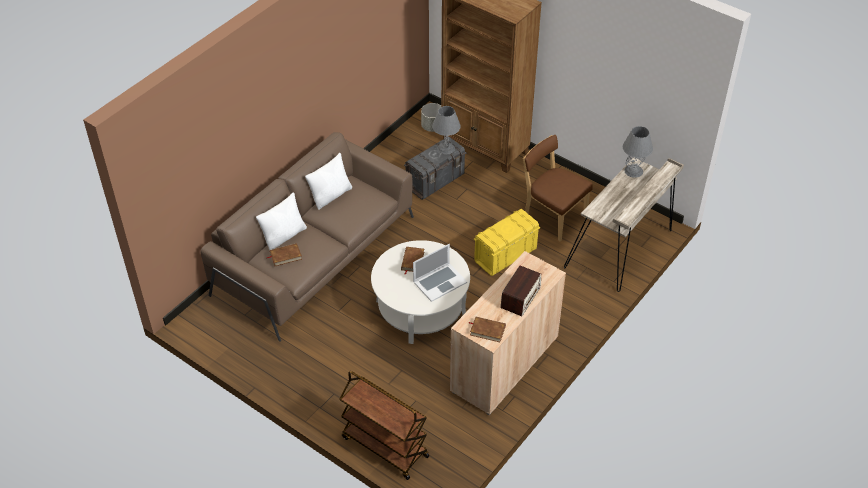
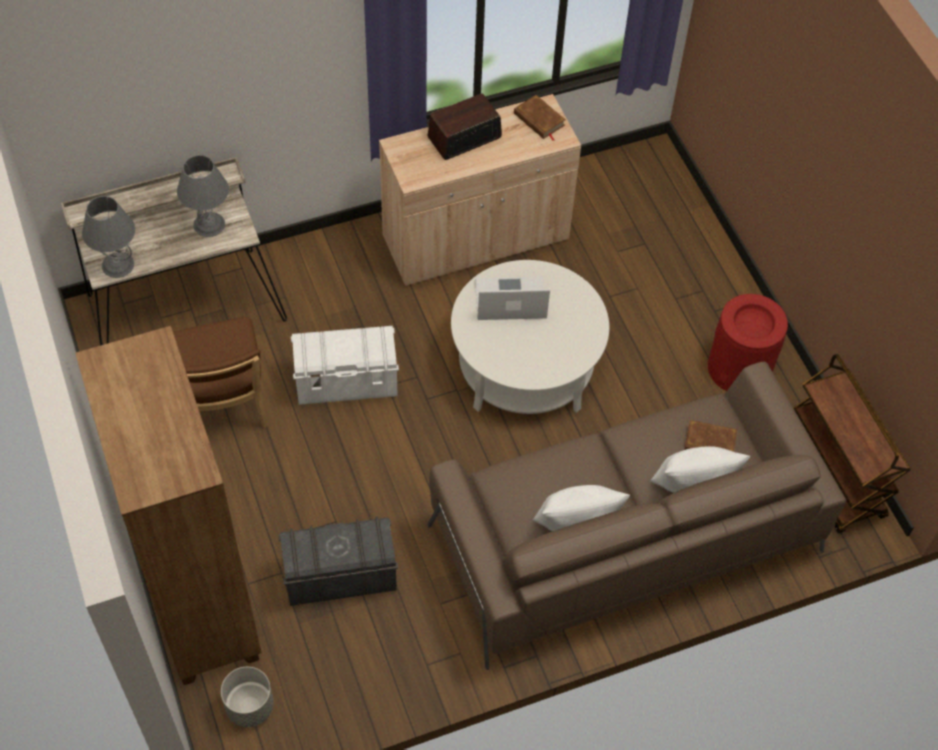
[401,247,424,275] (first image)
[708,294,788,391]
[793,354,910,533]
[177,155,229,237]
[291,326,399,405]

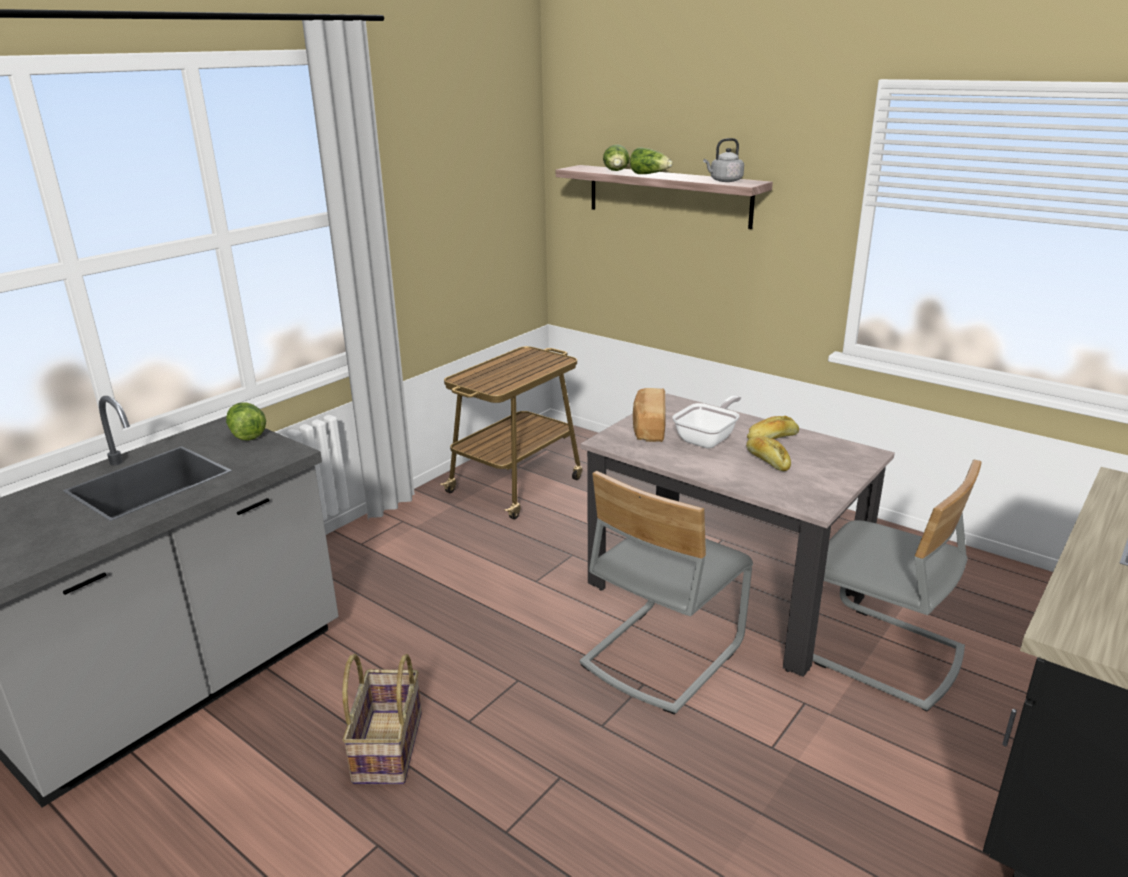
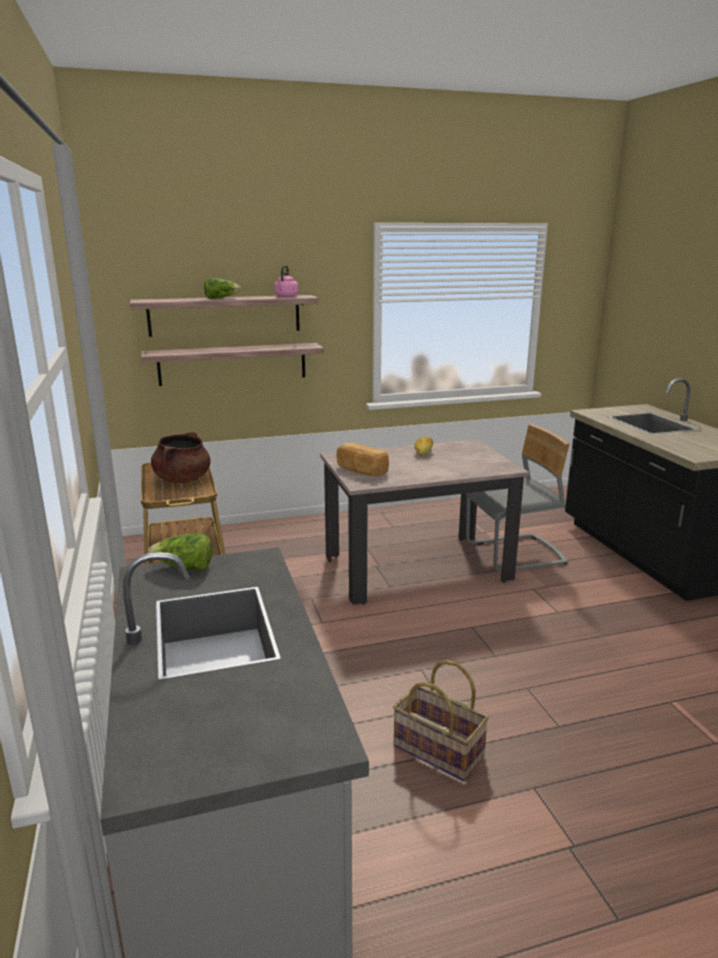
[580,471,753,715] (first image)
[603,145,630,171] (first image)
[673,395,741,448] (first image)
[746,436,791,471] (first image)
[141,343,324,386]
[151,432,211,483]
[274,265,299,297]

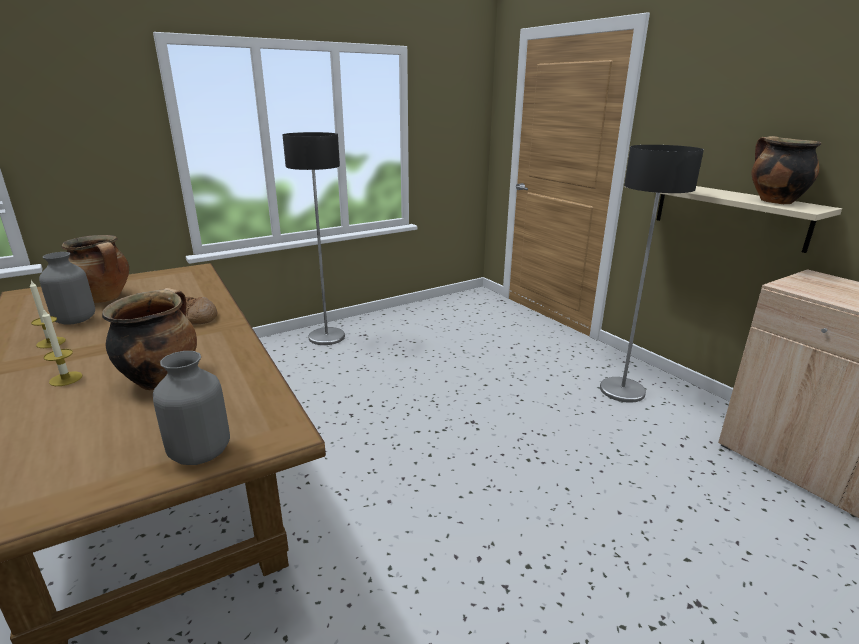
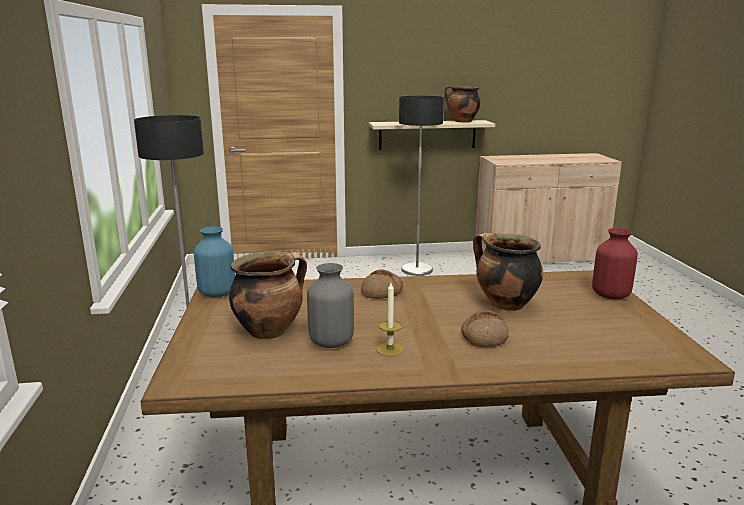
[194,227,235,297]
[461,310,509,347]
[592,228,638,299]

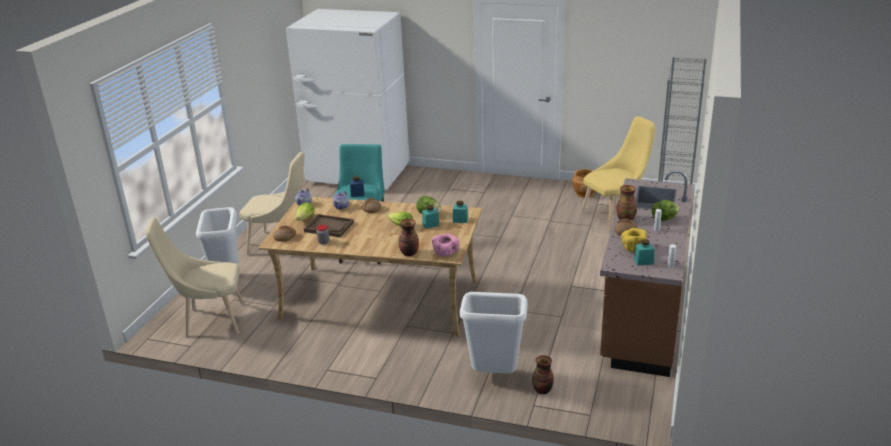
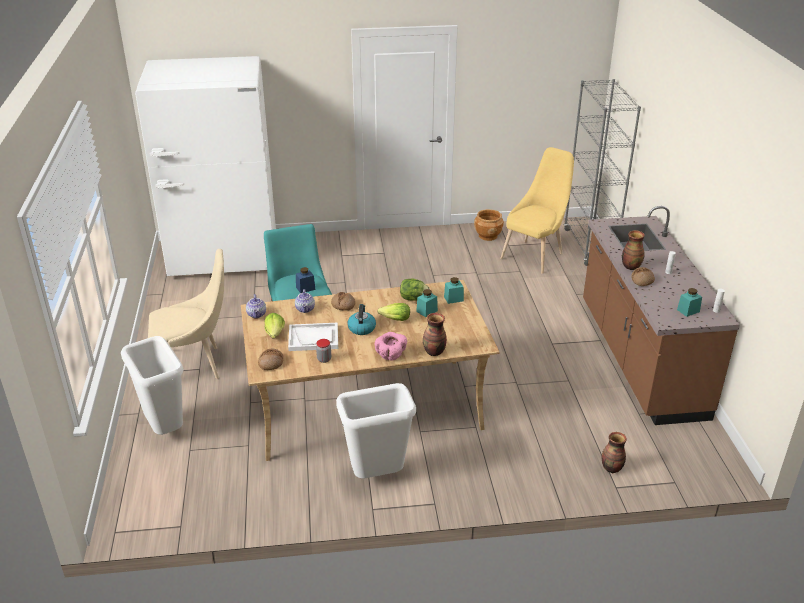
[146,218,244,337] (first image)
[621,228,647,252] (first image)
[652,200,680,221] (first image)
[348,304,376,335]
[374,332,407,360]
[336,383,416,479]
[288,322,338,351]

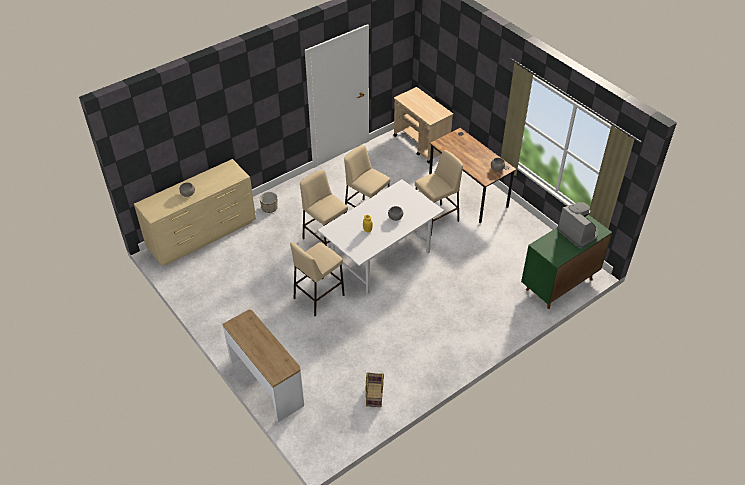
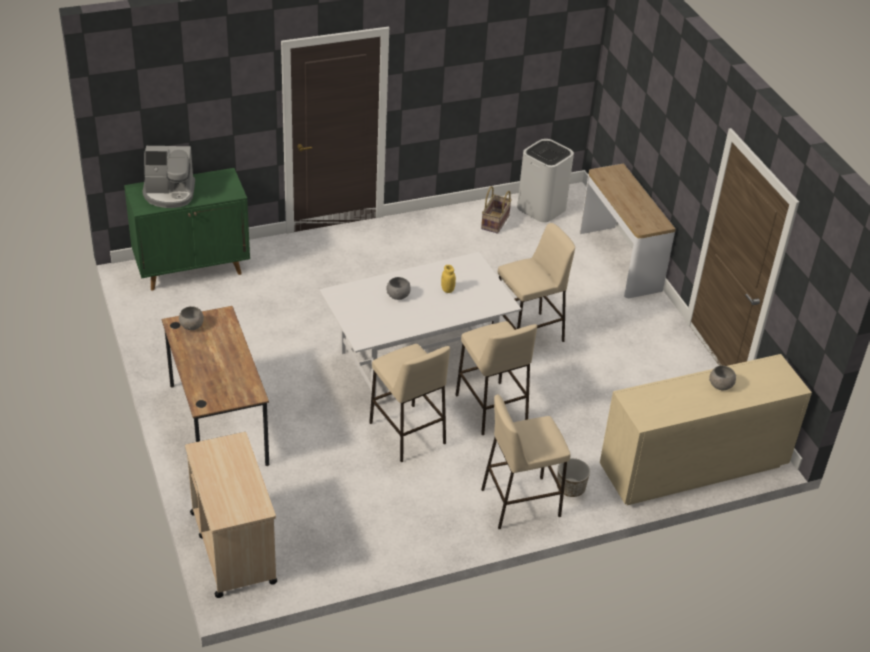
[517,139,574,222]
[481,394,571,529]
[142,146,195,208]

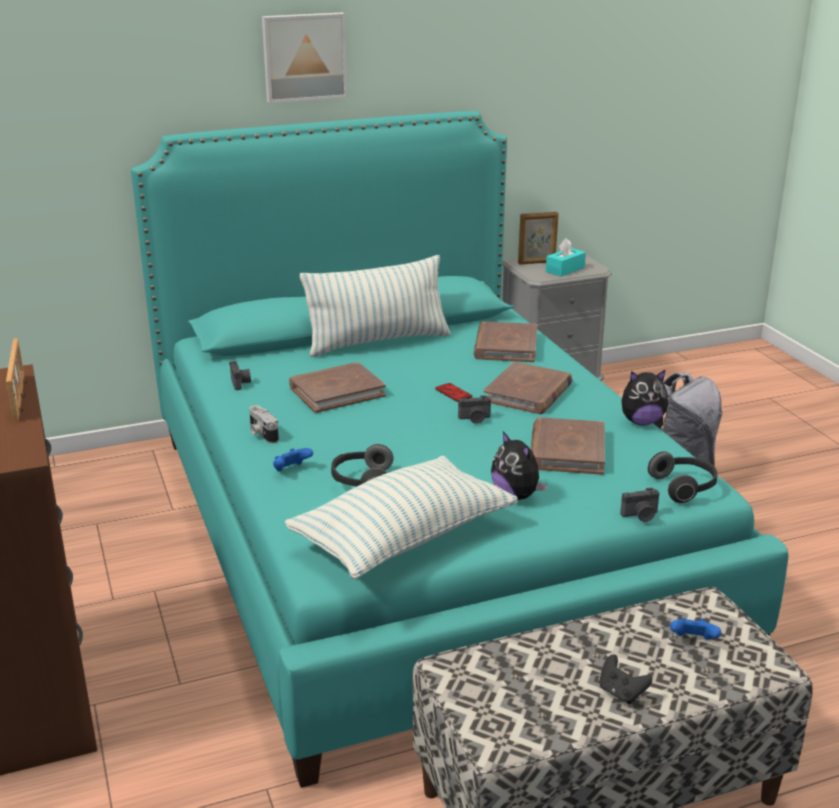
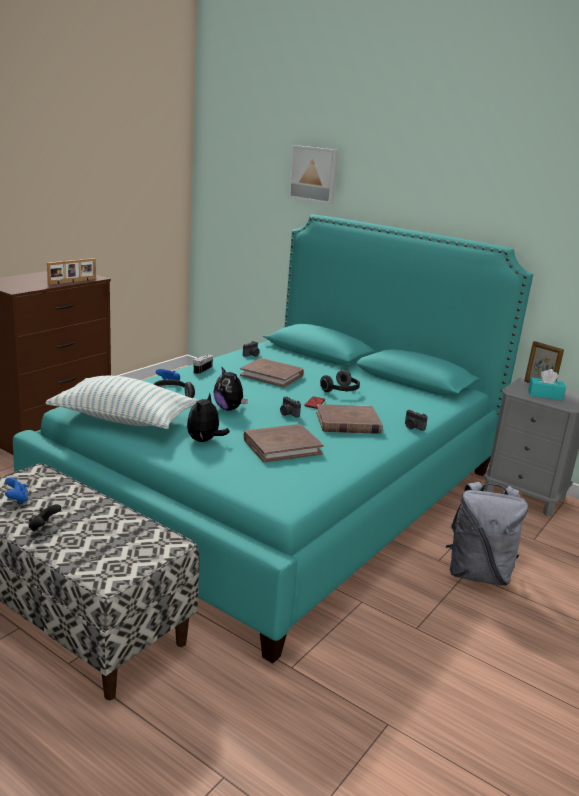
[300,255,450,357] (first image)
[474,321,537,362] (first image)
[288,145,339,204]
[405,410,428,431]
[214,367,248,411]
[320,370,360,392]
[5,478,28,504]

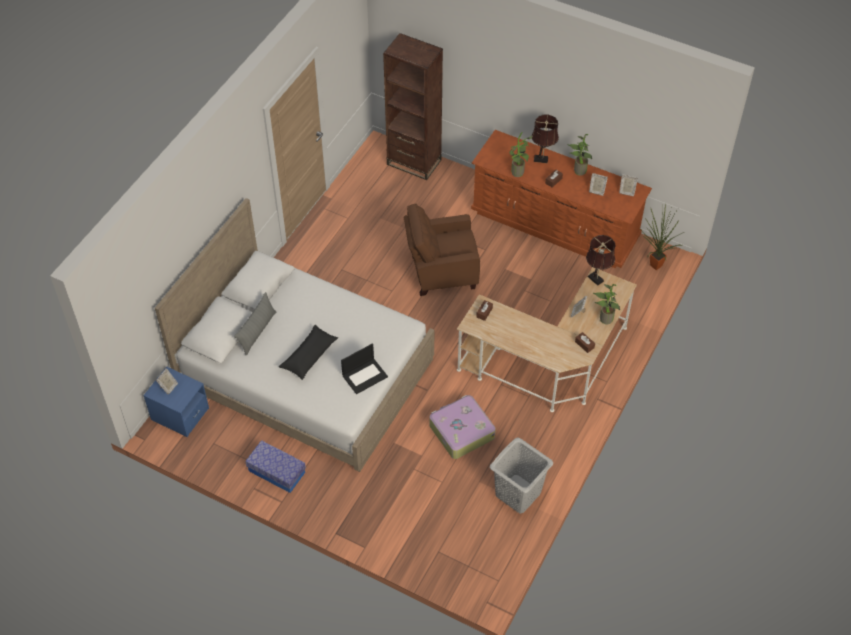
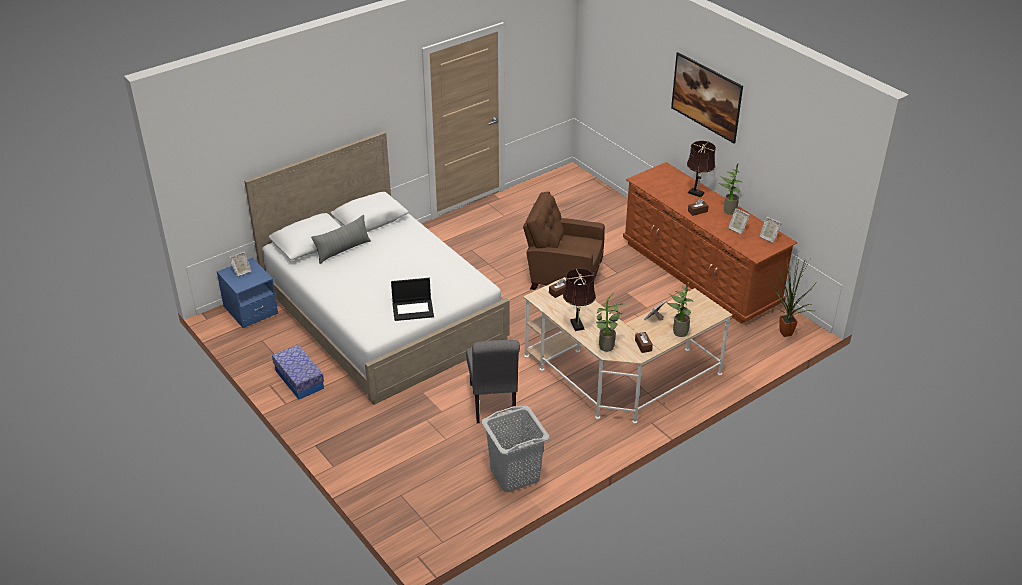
[279,325,338,380] (first image)
[383,33,443,180] (first image)
[671,52,743,144]
[596,293,628,352]
[563,268,596,331]
[466,340,520,423]

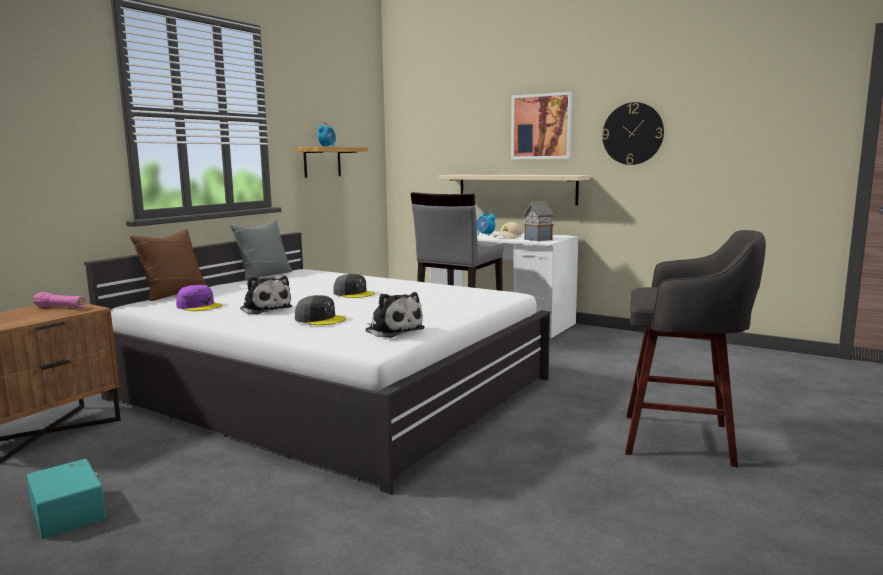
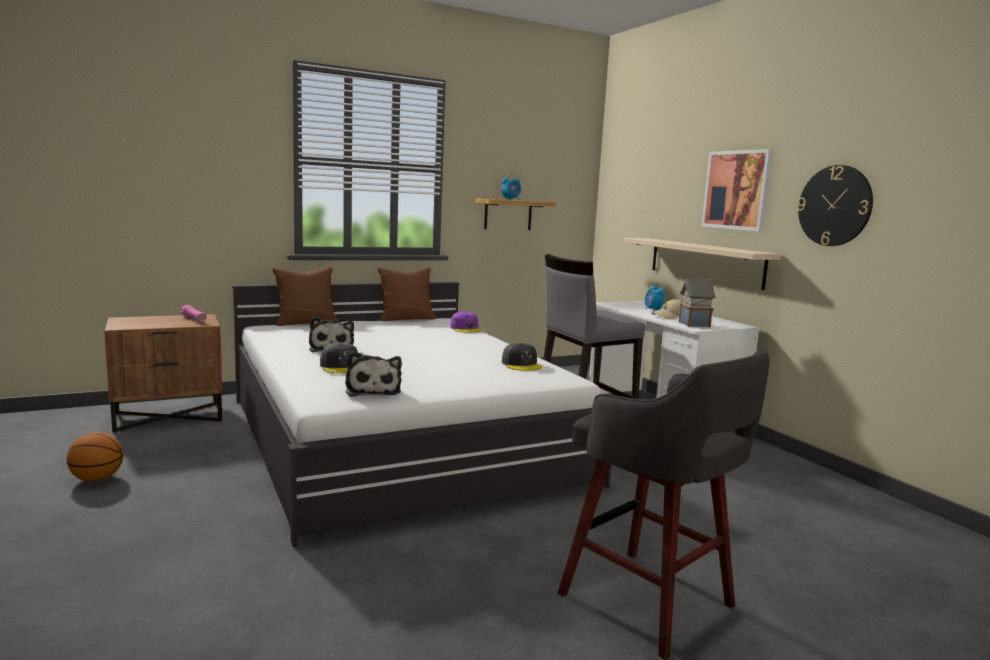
[450,312,482,333]
[502,343,542,371]
[67,432,123,482]
[377,267,436,321]

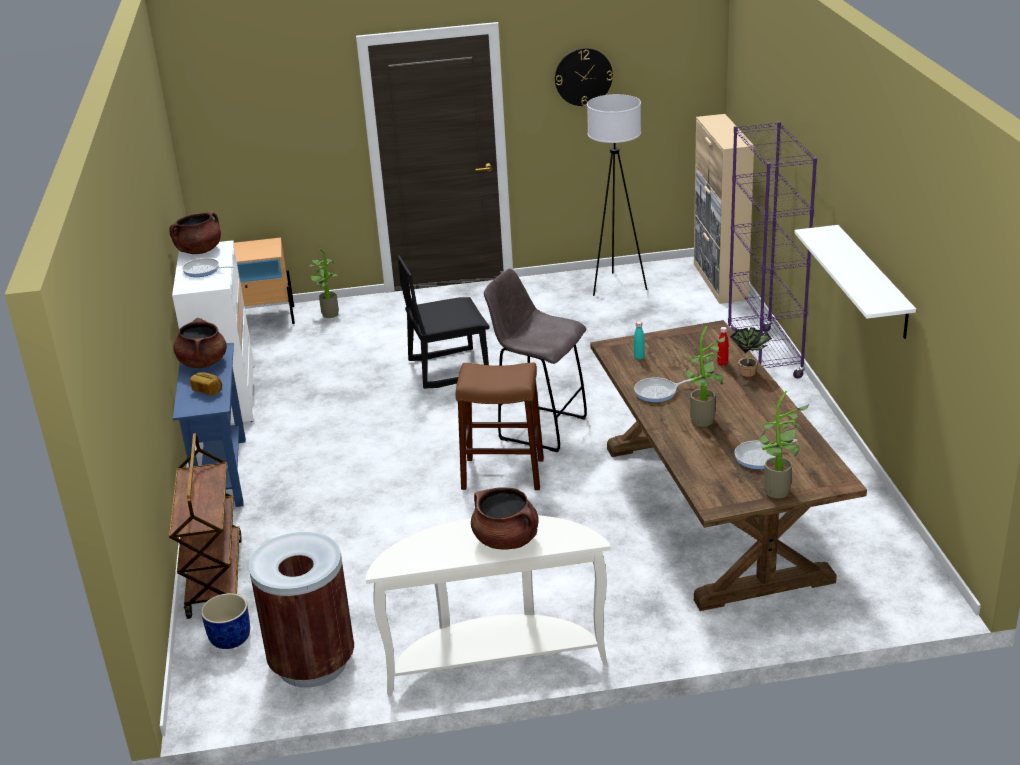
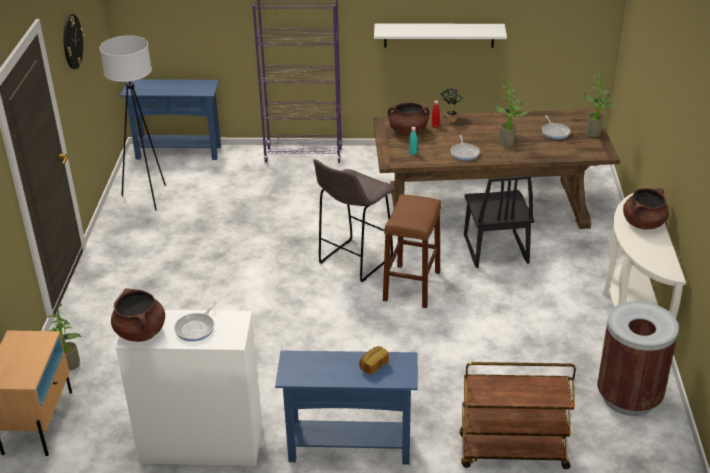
[201,593,250,649] (first image)
[388,102,430,136]
[464,175,534,268]
[120,79,221,160]

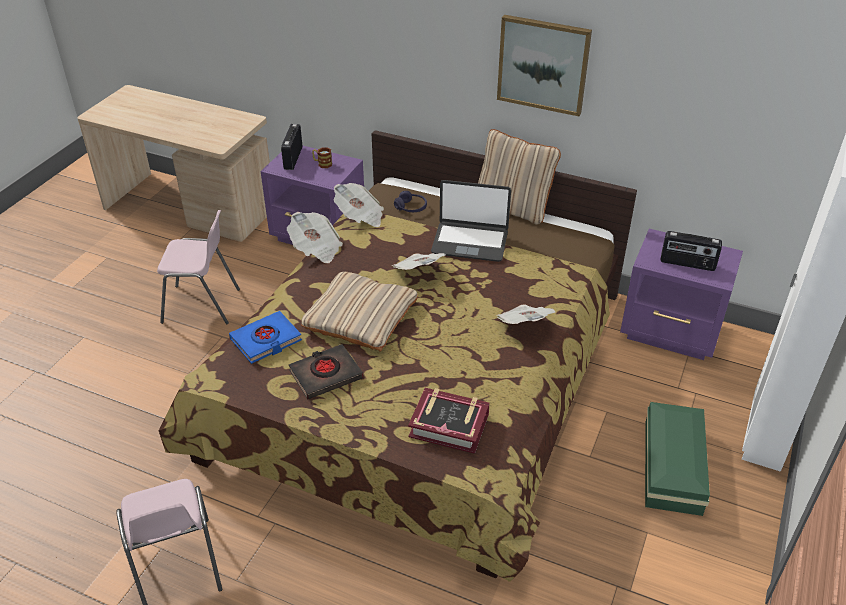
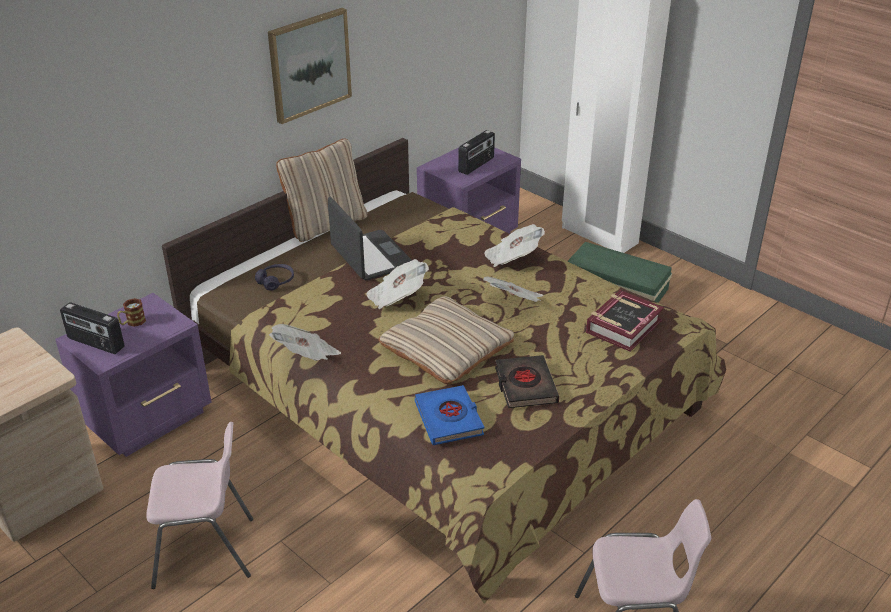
[483,276,543,302]
[146,422,253,589]
[328,197,412,281]

